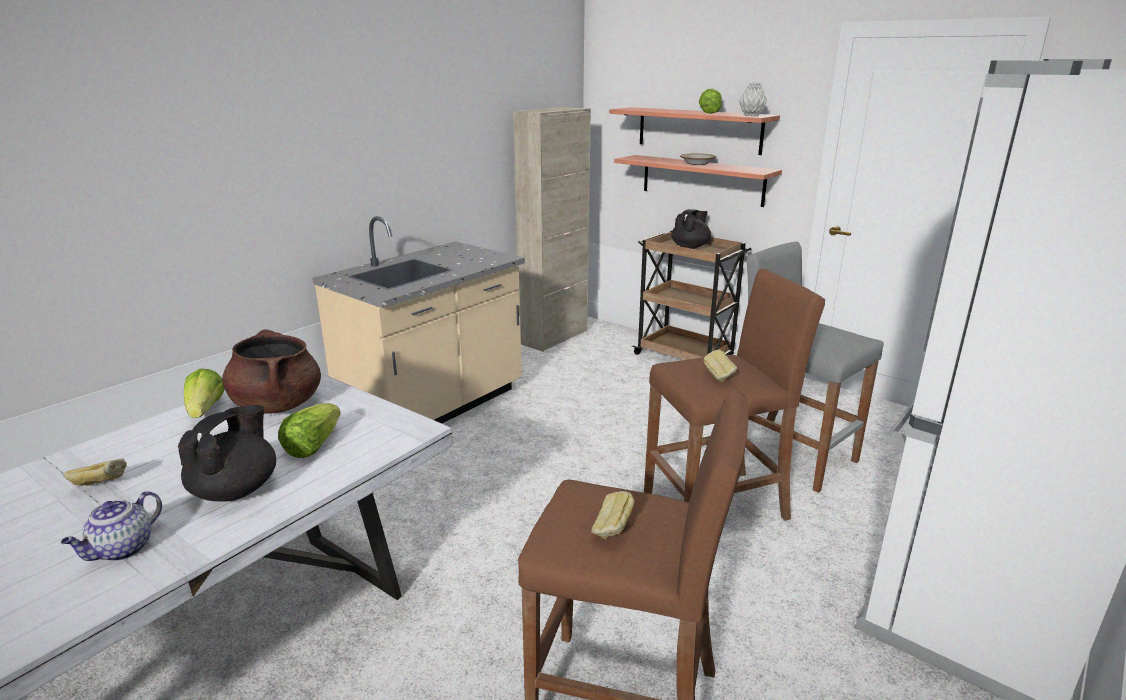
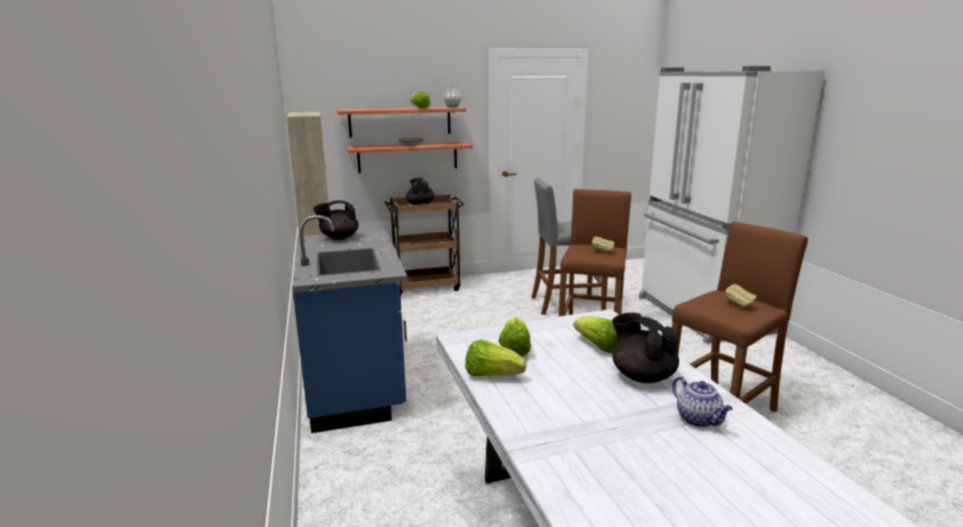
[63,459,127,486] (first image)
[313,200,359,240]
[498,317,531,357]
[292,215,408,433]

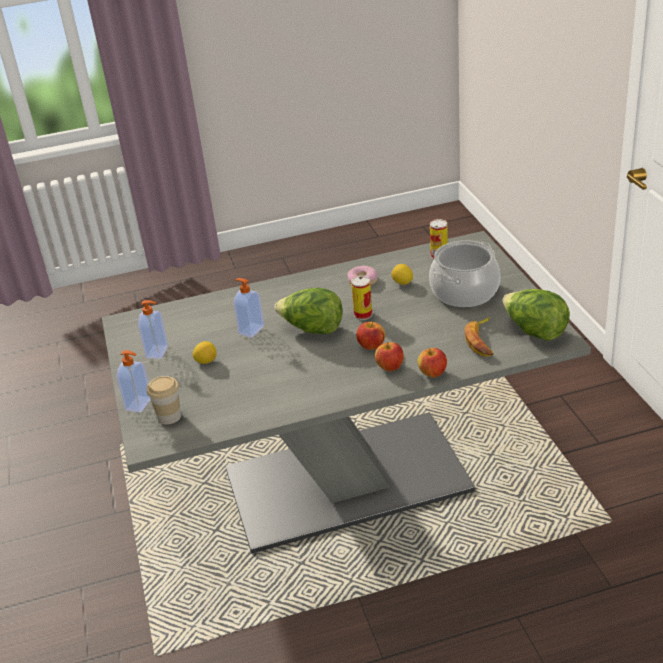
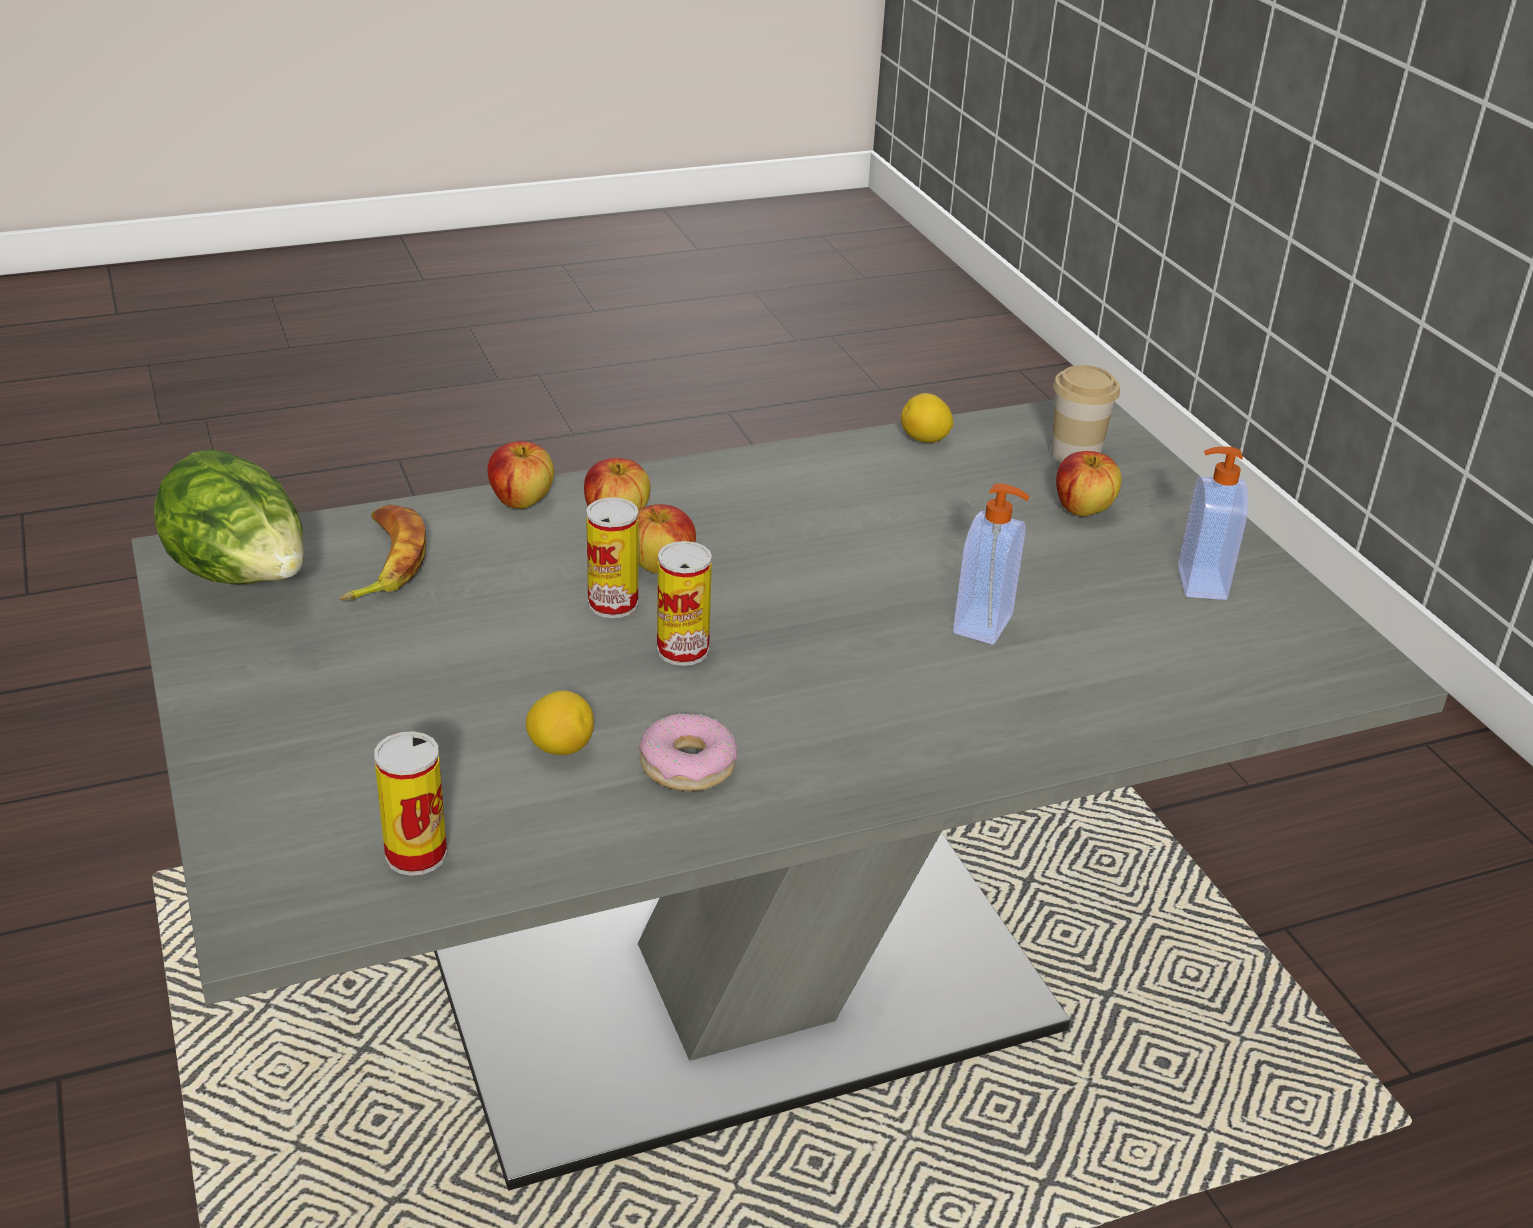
[117,350,151,413] (first image)
[274,288,343,334] (first image)
[429,240,500,307] (first image)
[586,497,639,618]
[1056,451,1122,517]
[901,393,953,443]

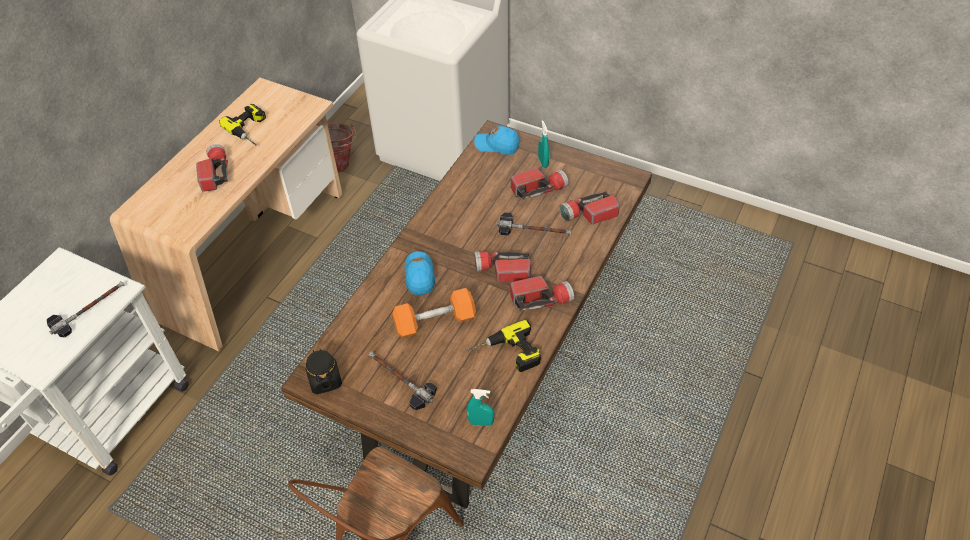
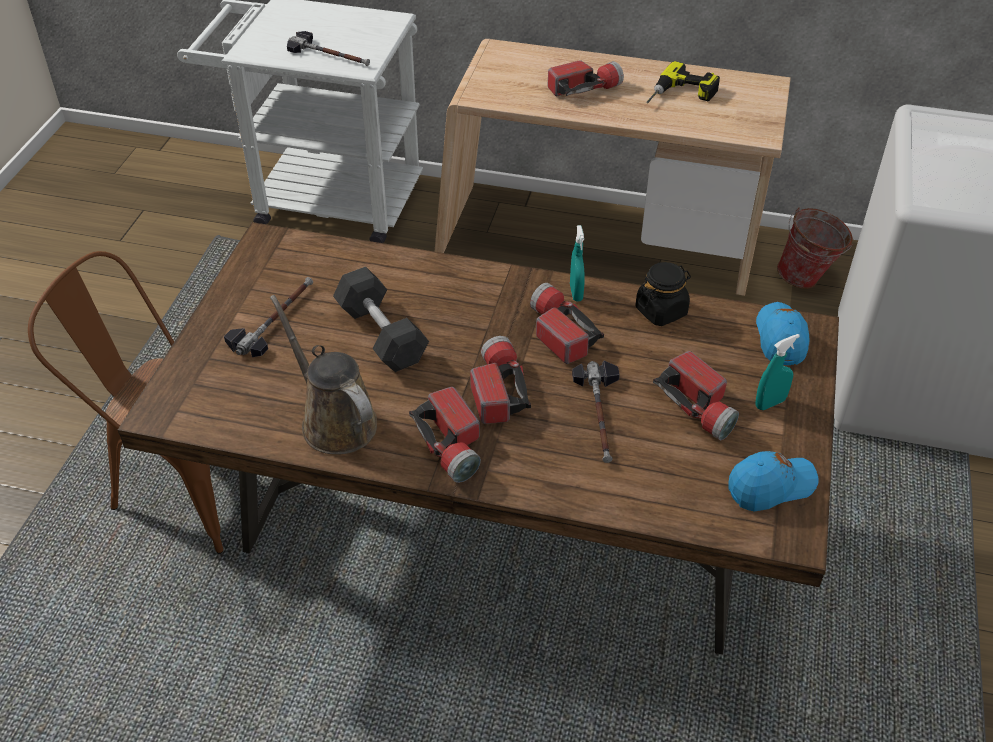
[635,262,691,326]
[728,451,819,511]
[570,225,585,302]
[530,283,604,364]
[270,295,377,455]
[333,267,429,372]

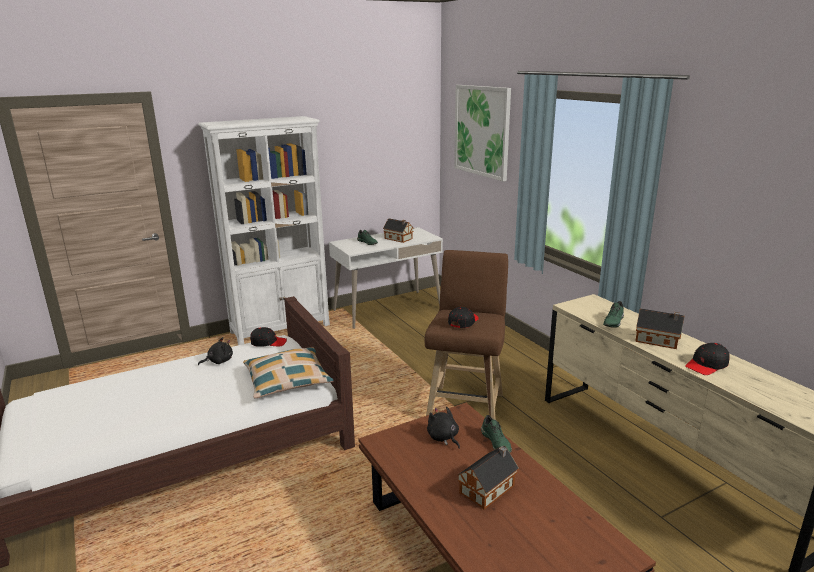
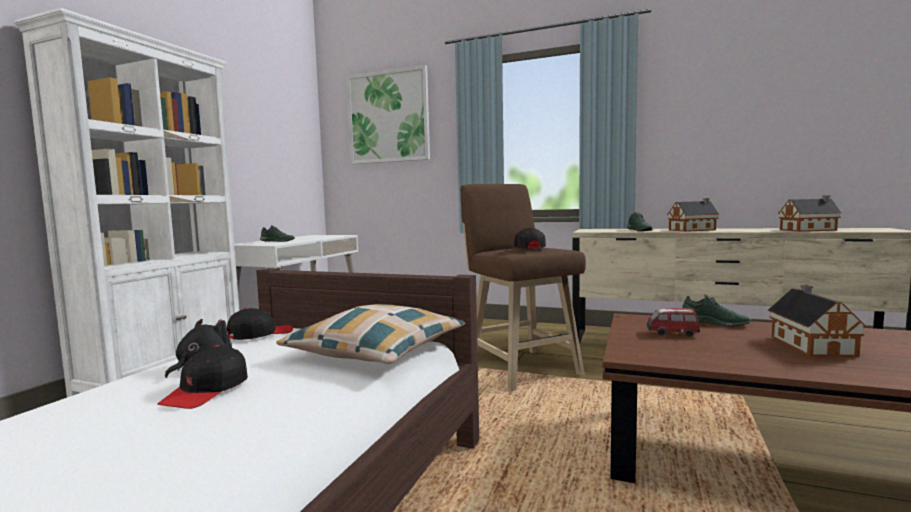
[778,195,842,232]
[157,345,248,409]
[647,308,700,337]

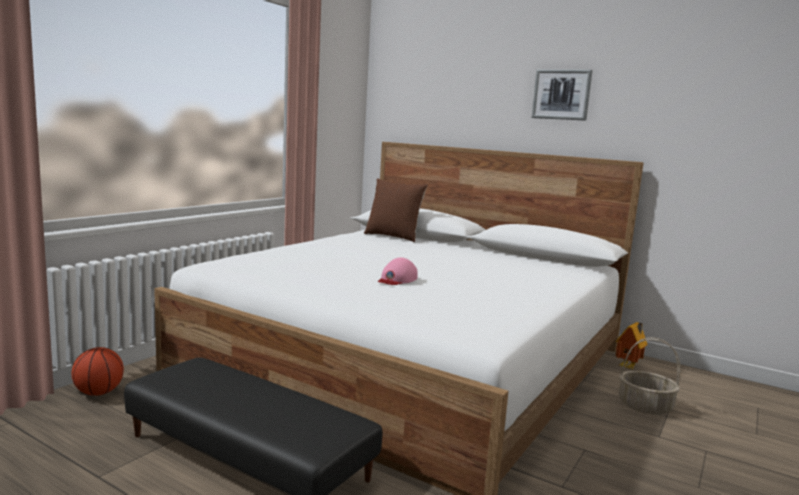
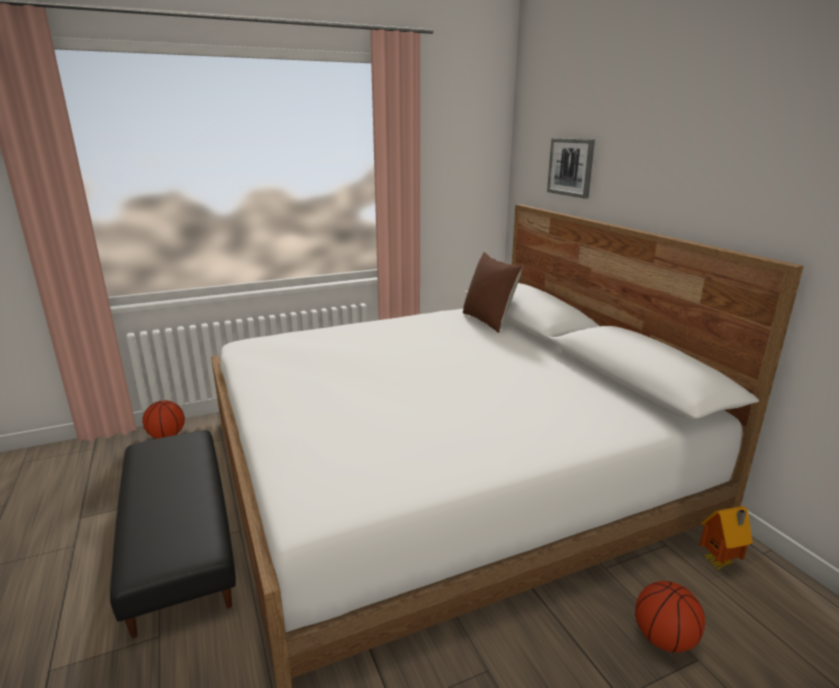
[377,257,418,285] (first image)
[547,138,595,199]
[635,581,705,653]

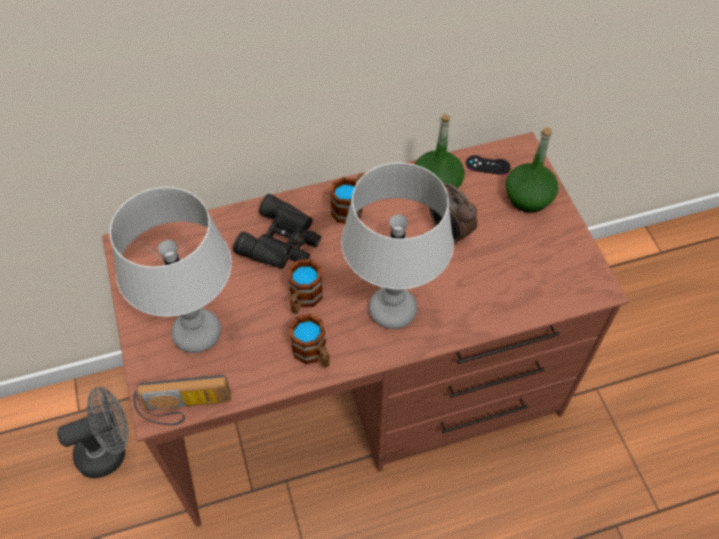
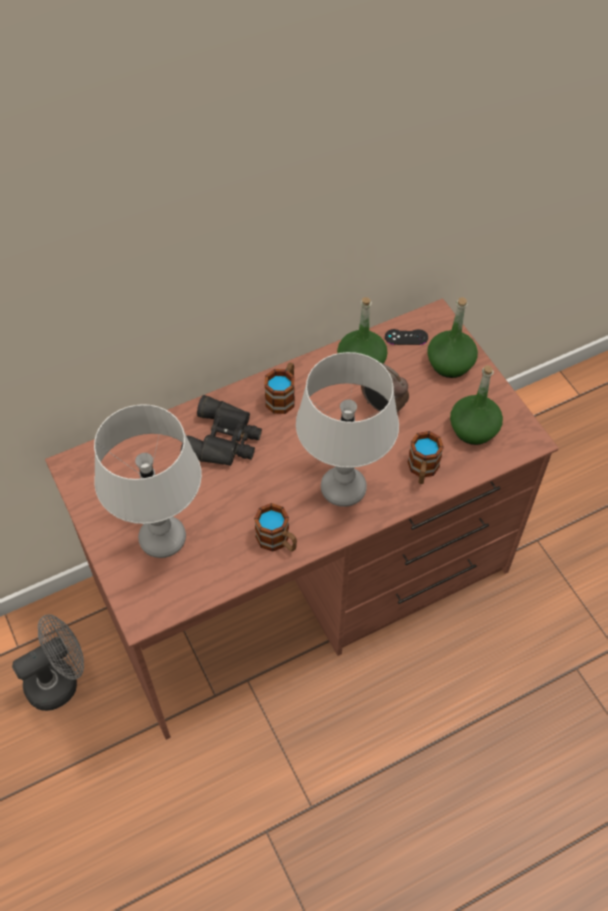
[133,375,231,425] (first image)
[450,365,503,445]
[408,431,444,484]

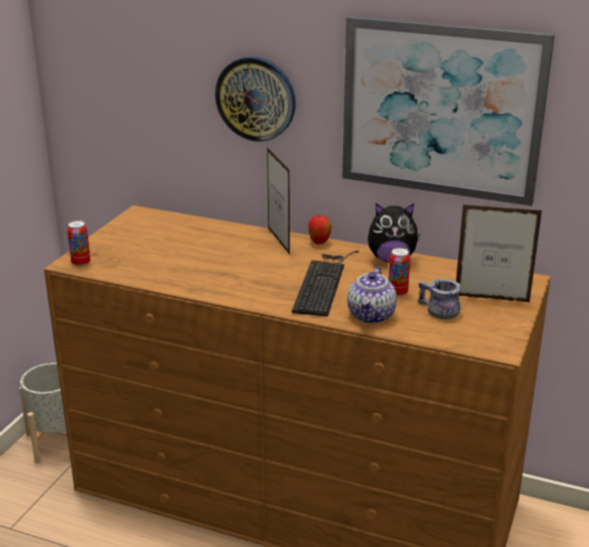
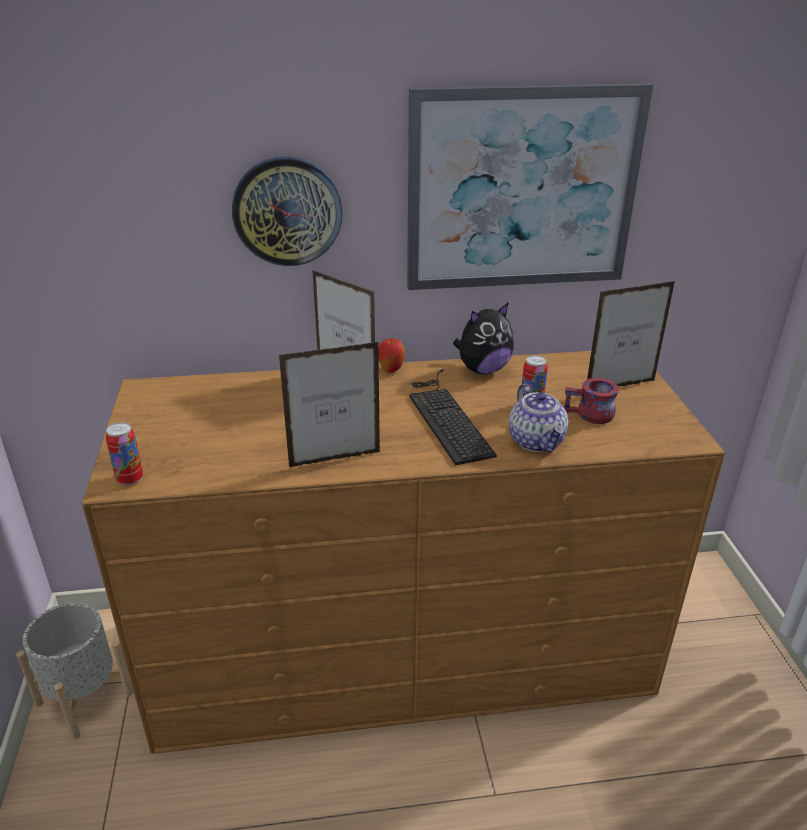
[279,342,381,467]
[564,378,619,424]

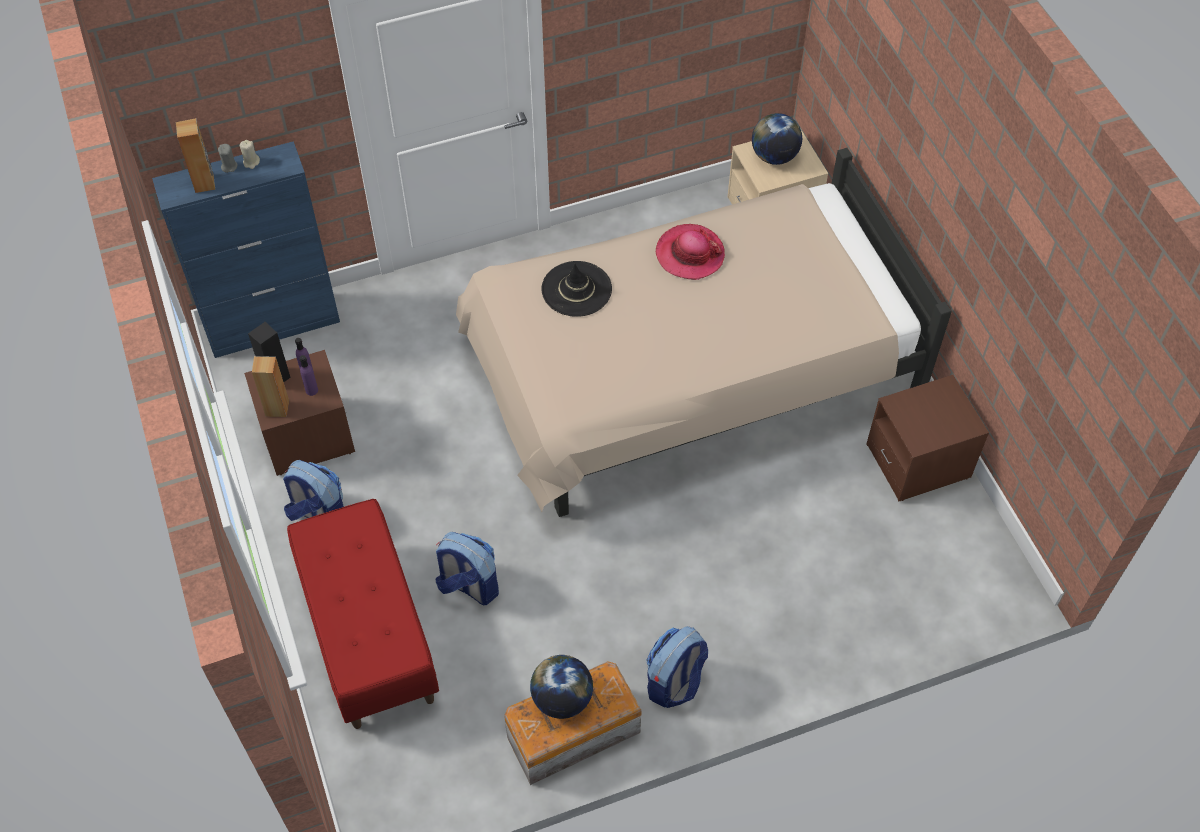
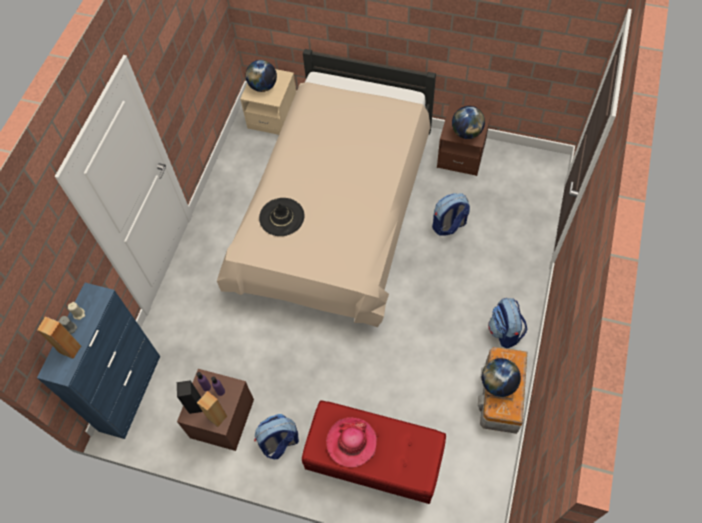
[452,106,485,139]
[432,193,470,236]
[326,417,377,467]

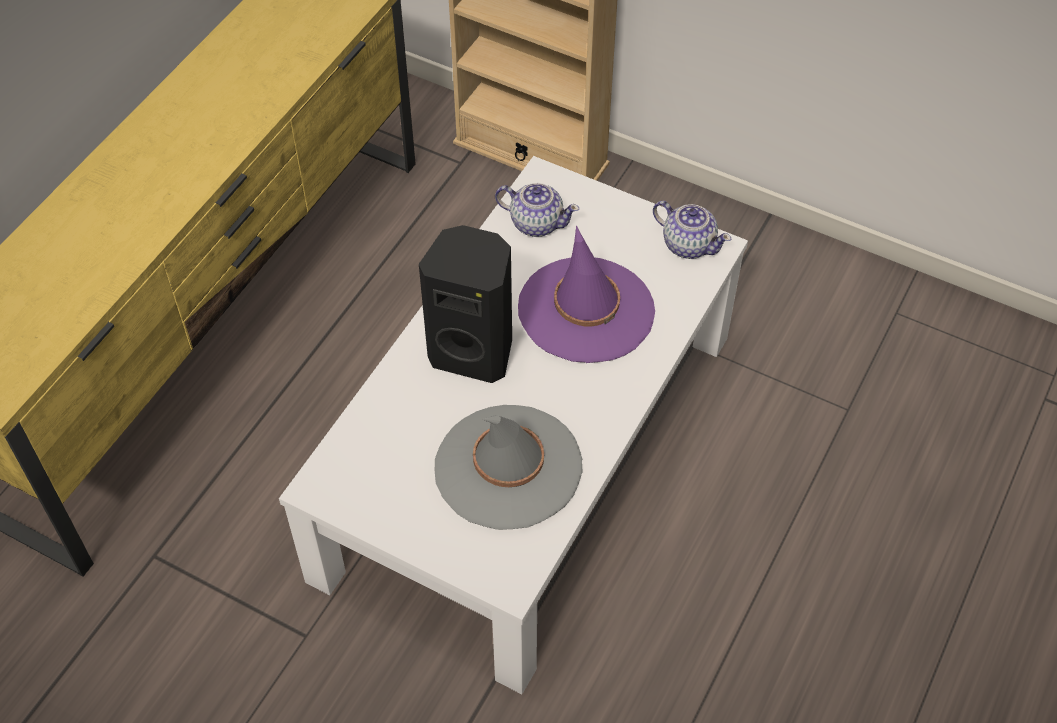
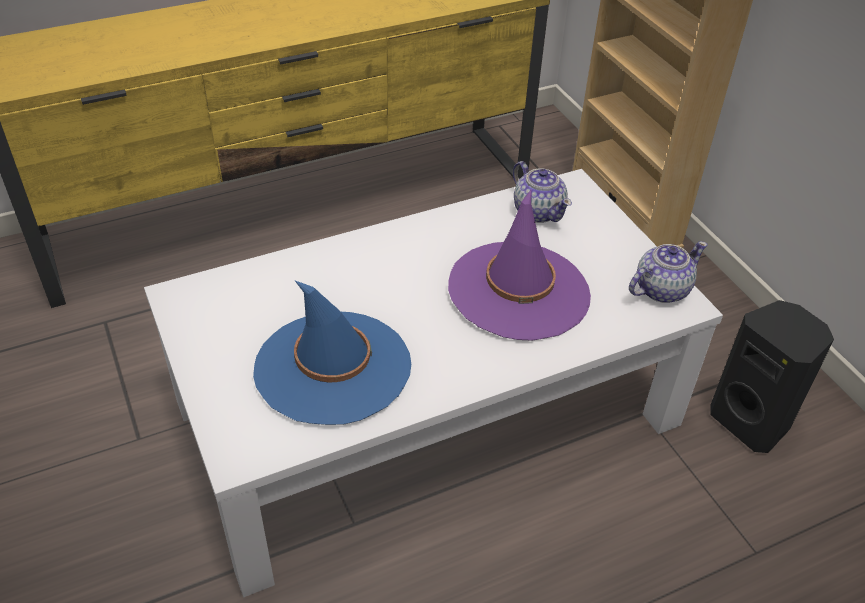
[710,300,834,453]
[253,280,411,425]
[629,241,708,303]

